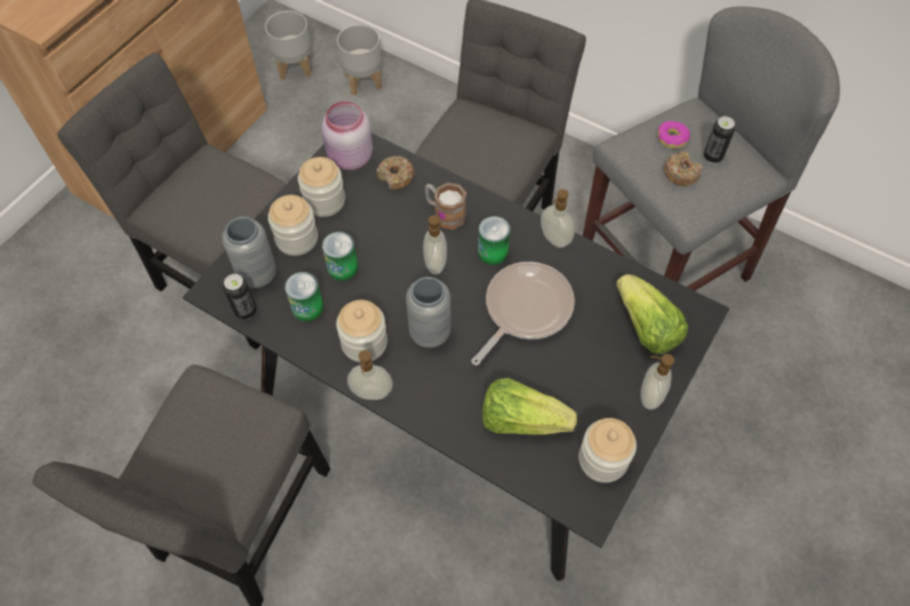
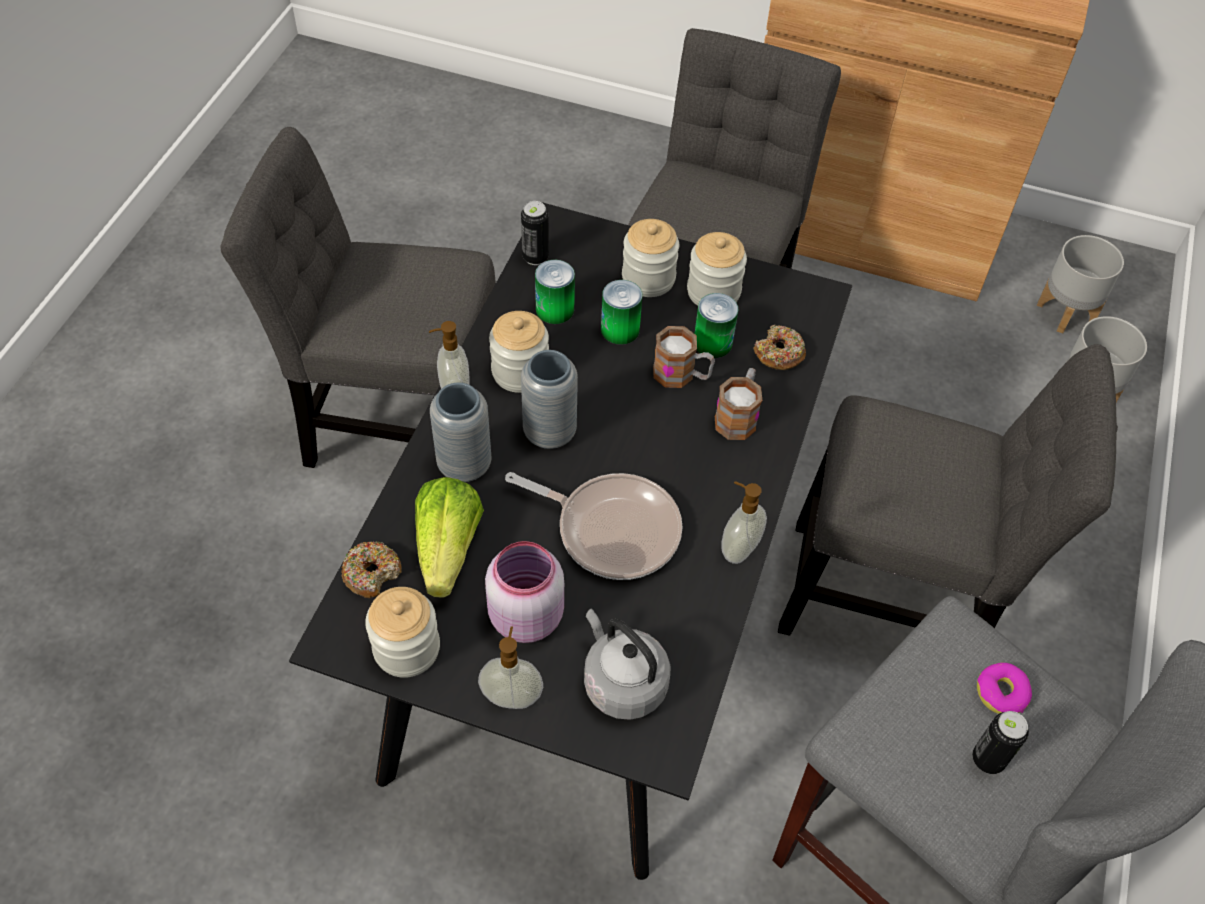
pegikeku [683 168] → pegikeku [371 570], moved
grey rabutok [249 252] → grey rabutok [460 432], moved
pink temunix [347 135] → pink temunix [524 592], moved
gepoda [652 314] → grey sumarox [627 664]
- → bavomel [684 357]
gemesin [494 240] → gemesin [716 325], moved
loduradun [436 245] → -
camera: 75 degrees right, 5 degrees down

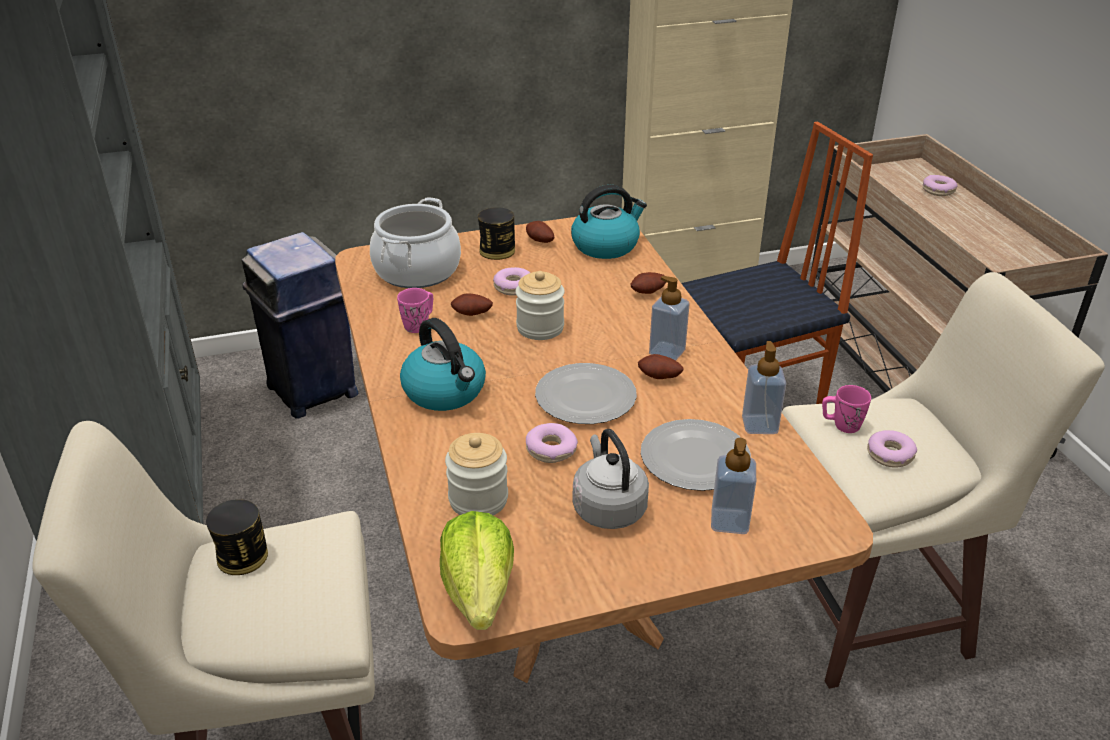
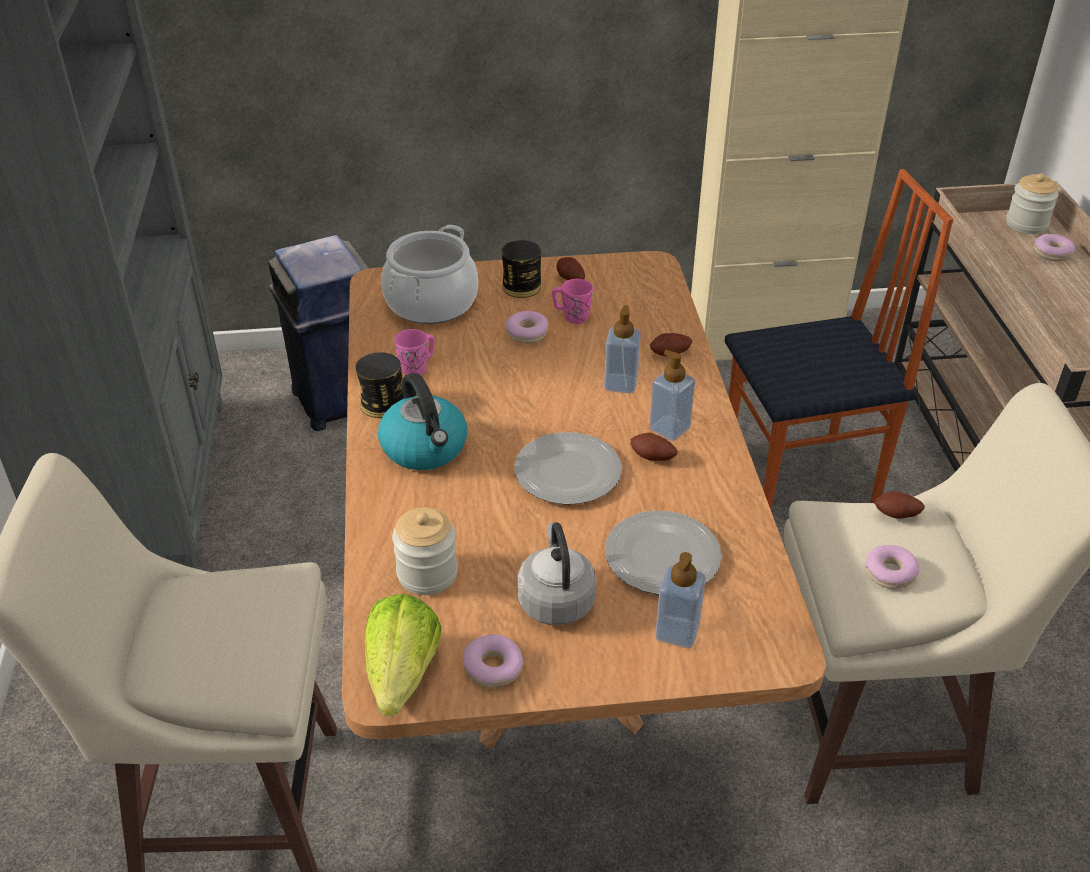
gemesin [237 537] → gemesin [380 385], moved
pegikeku [552 443] → pegikeku [493 661], moved
pink bavomel [846 409] → pink bavomel [572 301], moved
loduradun [764 387] → loduradun [622 349], moved
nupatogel [472 304] → nupatogel [900 505], moved
temunix [539 305] → temunix [1032 203], moved
sumarox [609 222] → -
camera: 10 degrees right, 5 degrees up

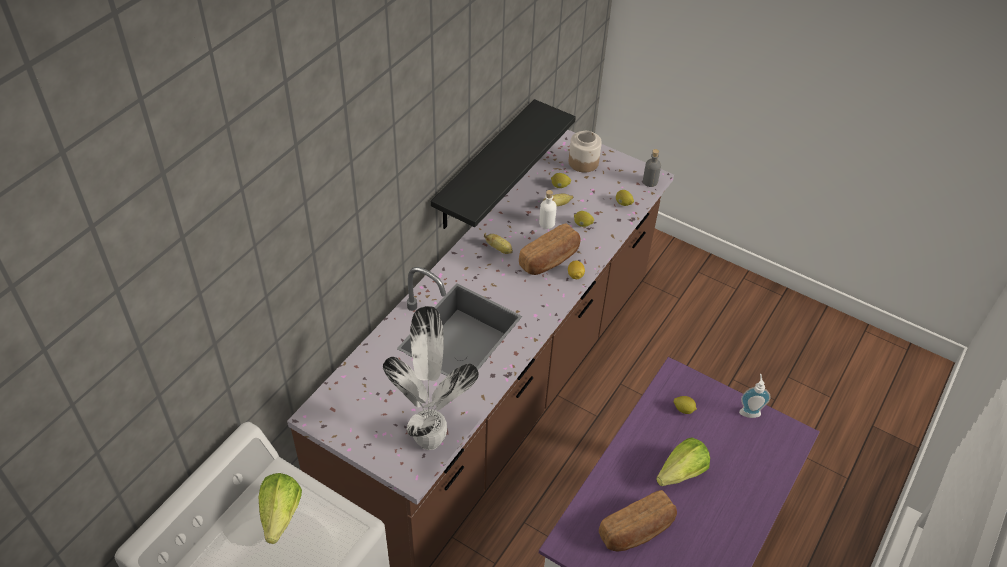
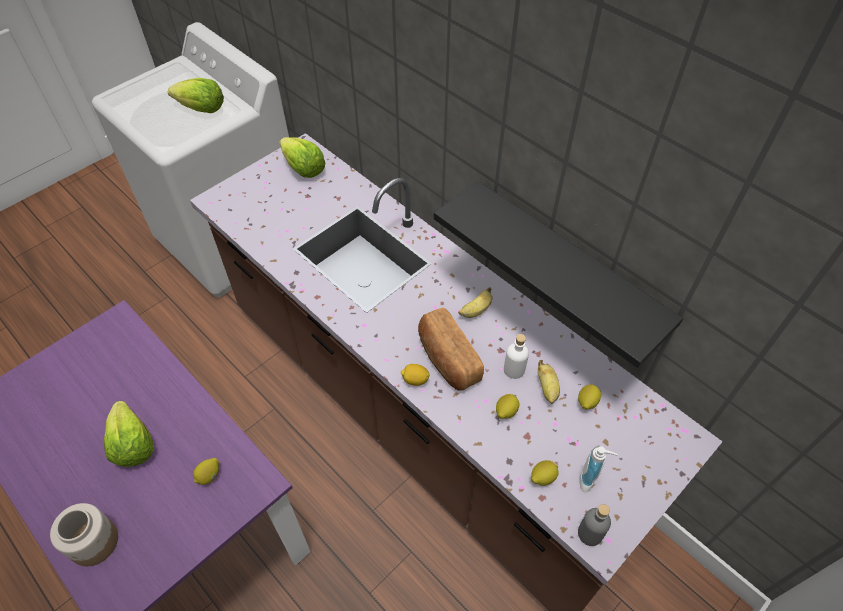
temunix [585 152] → temunix [84 534], moved
- → gepoda [302 157]
loduradun [755 396] → loduradun [598 469], moved
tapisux [431 378] → -
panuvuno [638 521] → -
camera: 105 degrees right, 5 degrees up

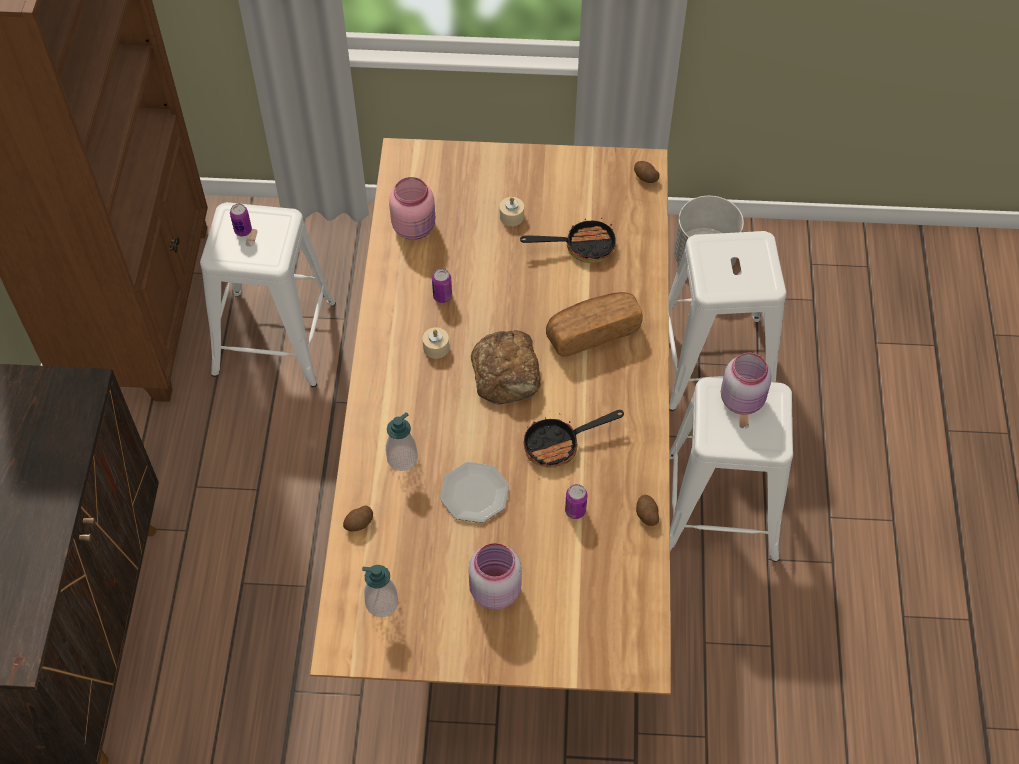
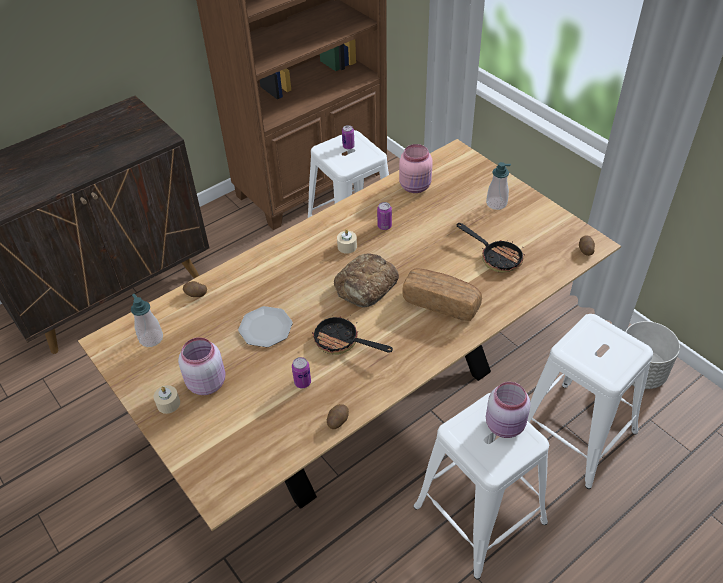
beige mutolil [512 211] → beige mutolil [166 399], moved
loduradun [402 441] → loduradun [498 186], moved
camera: 50 degrees right, 10 degrees down

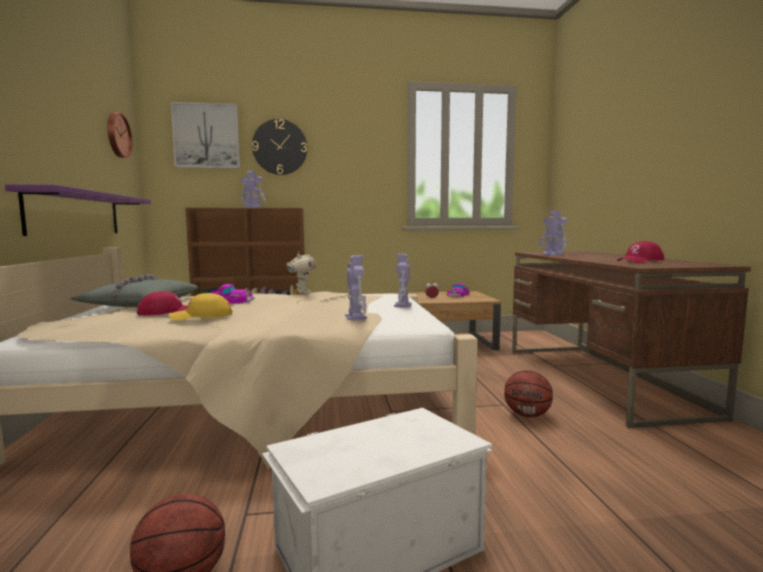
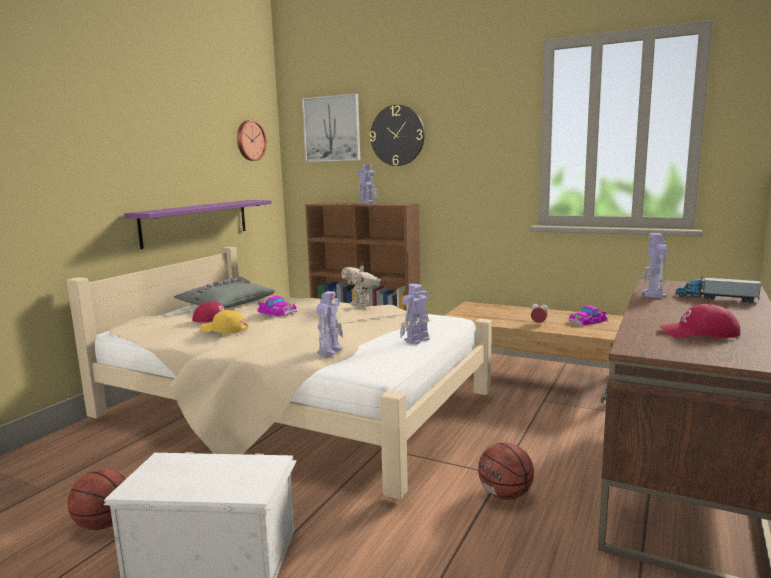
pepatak [301 272] → pepatak [361 285], 135 degrees clockwise
- → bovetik [718 289]
camera: 35 degrees right, 5 degrees up

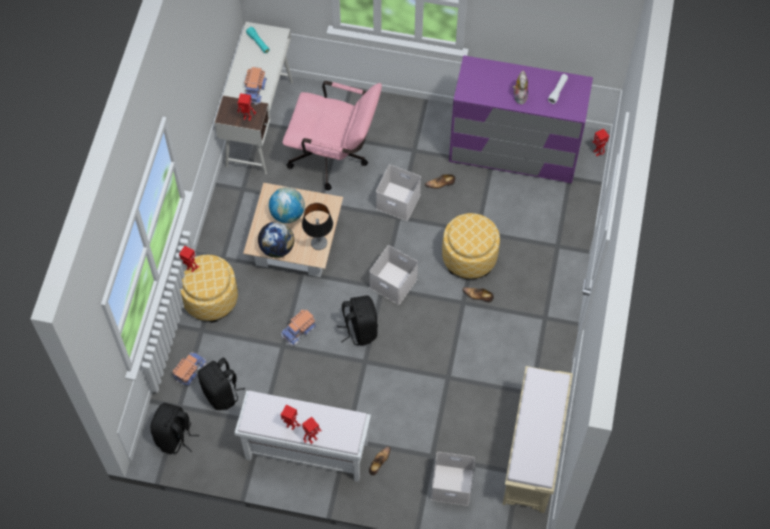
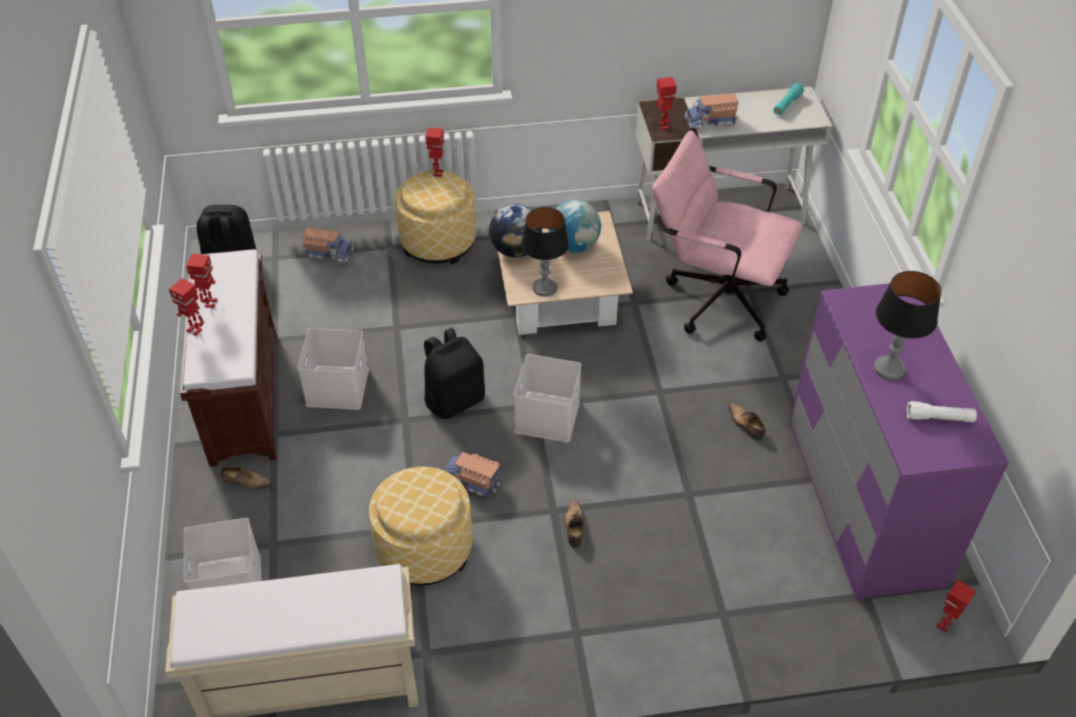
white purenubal [303 436] → brown purenubal [228 358]
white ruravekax [398 193] → white ruravekax [333 369], moved
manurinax [471 246] → manurinax [420 526], moved
bovetik [298 327] → bovetik [472 475], moved
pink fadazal [332 135] → pink fadazal [727 235], 120 degrees clockwise
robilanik [520 88] → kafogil [907 325]
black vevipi [221 384] → -
camera: 70 degrees right, 15 degrees down

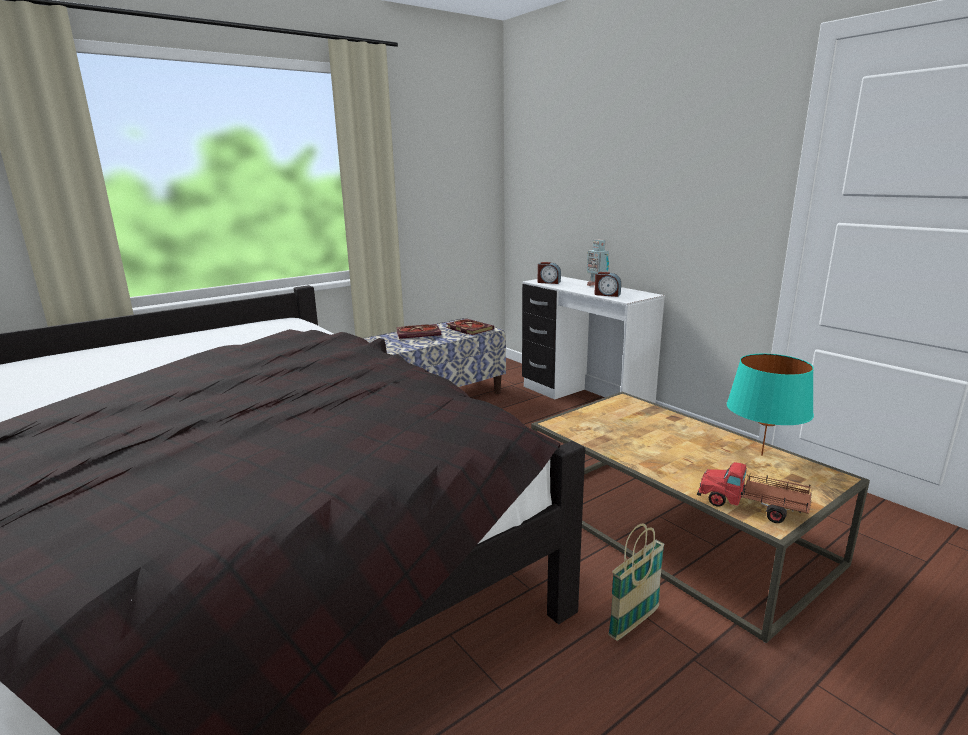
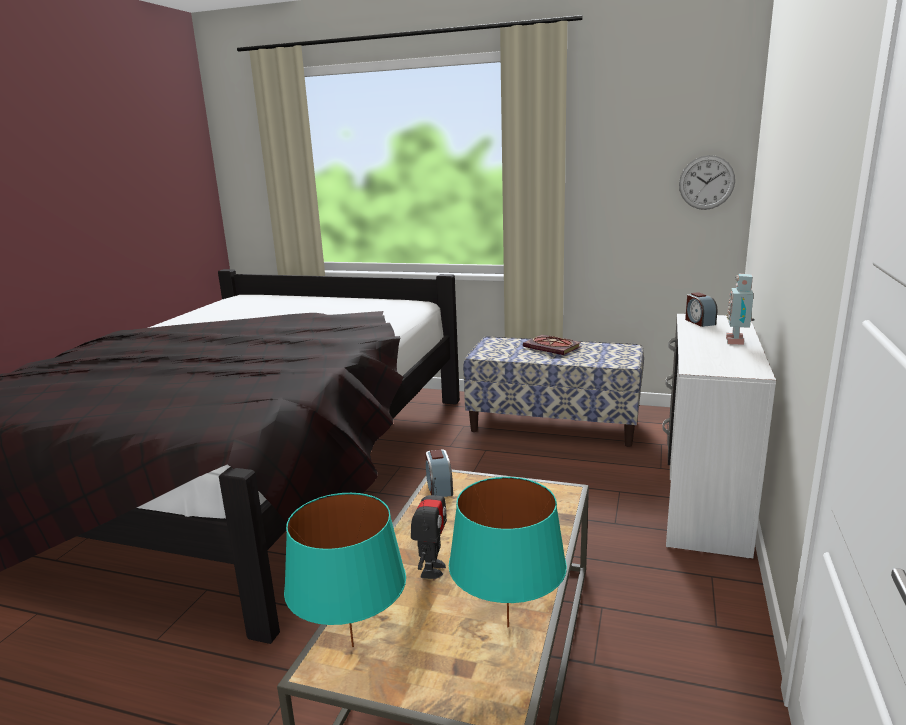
bovetik [754 492] → turquoise kafogil [345 570]
- → pepatak [429 528]
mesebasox [608 284] → mesebasox [439 473], moved
- → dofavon [707 182]
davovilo [470 327] → -
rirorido [636 582] → -
camera: 55 degrees right, 0 degrees up

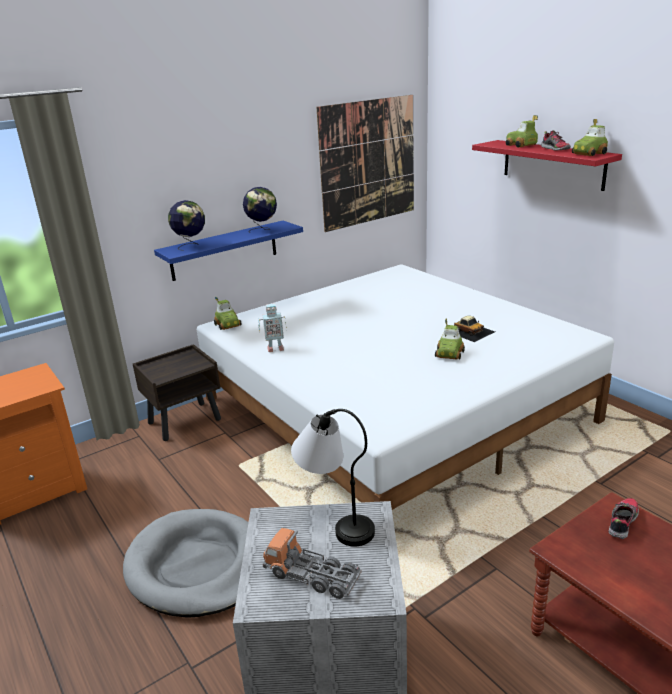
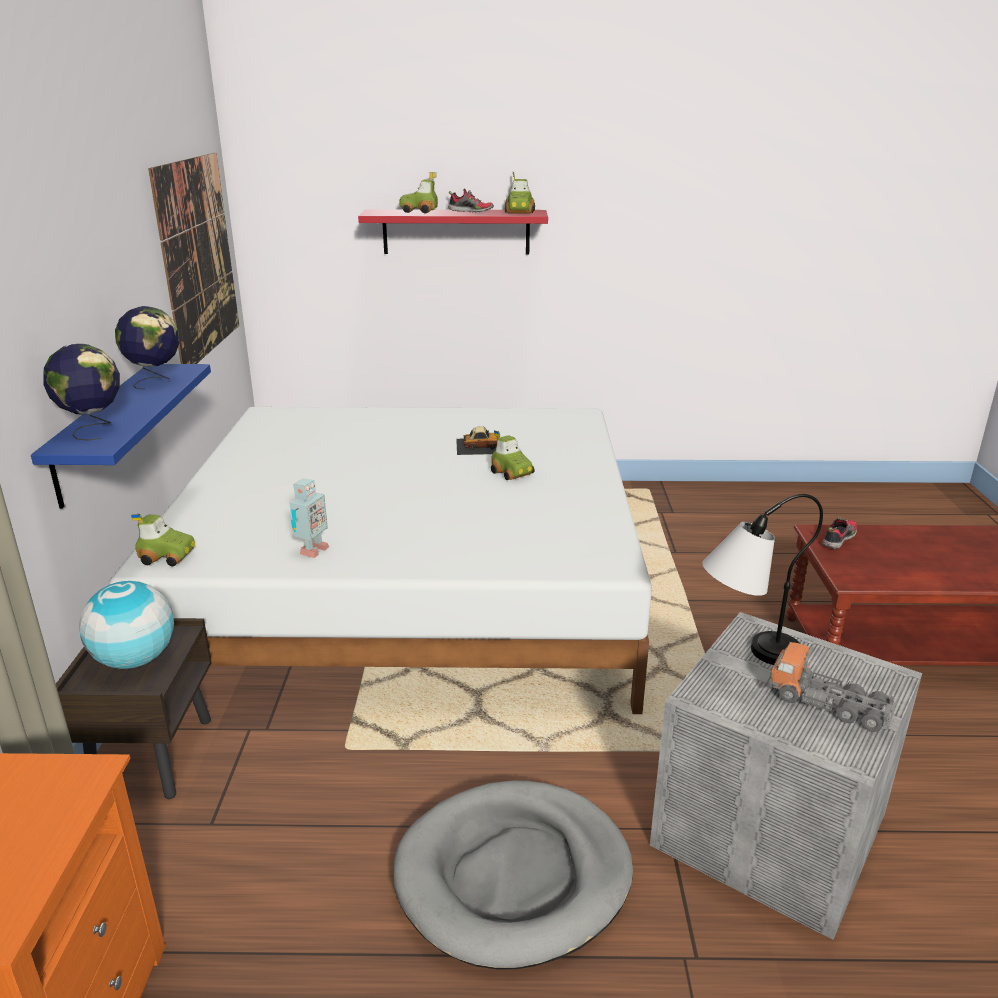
- → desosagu [126 625]
bovetik [312 563] → bovetik [831 687], 60 degrees clockwise
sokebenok [624 518] → sokebenok [839 533], 60 degrees clockwise
camera: 55 degrees left, 0 degrees up

